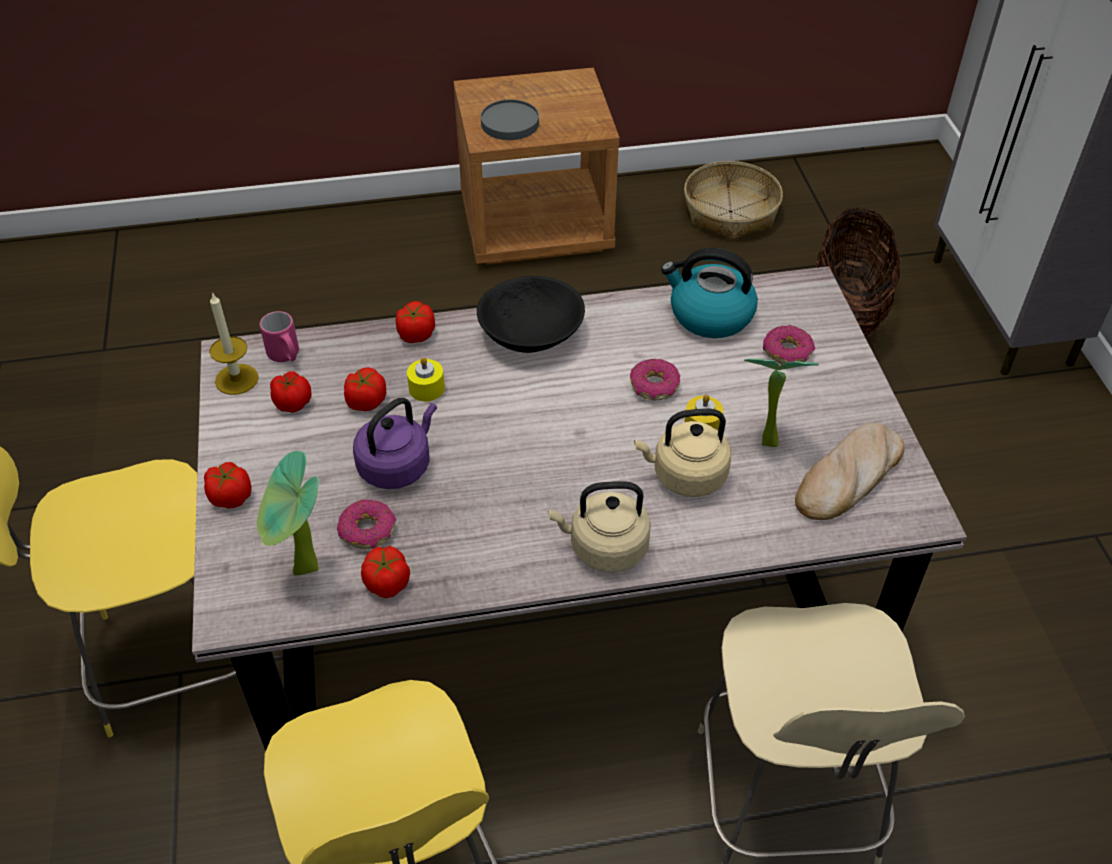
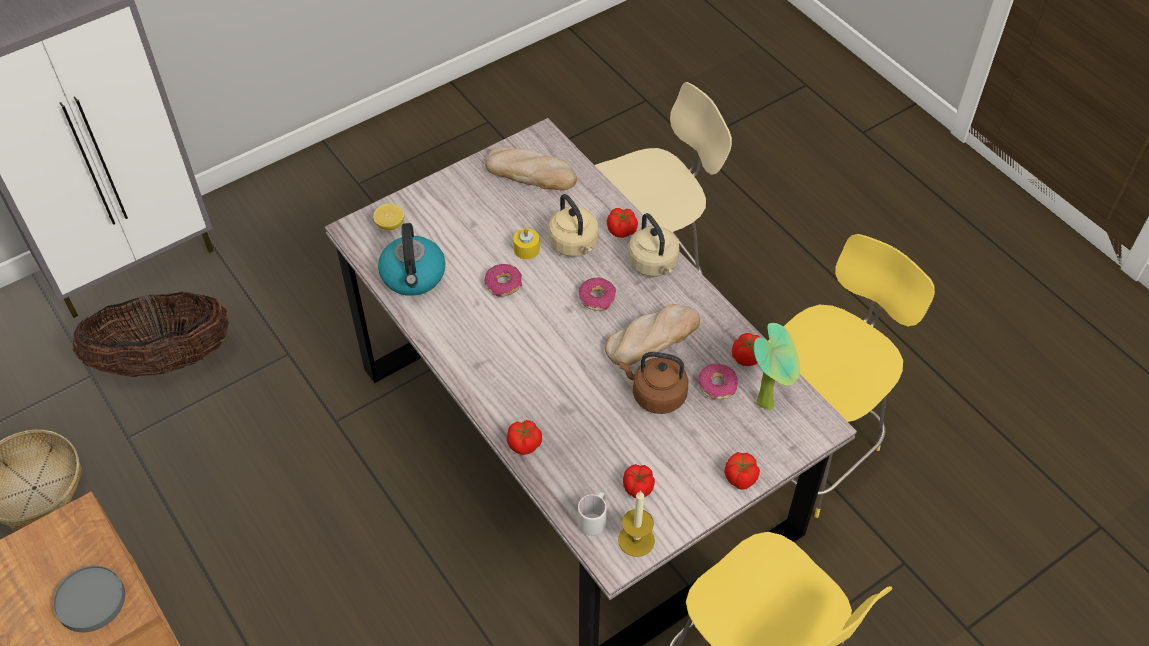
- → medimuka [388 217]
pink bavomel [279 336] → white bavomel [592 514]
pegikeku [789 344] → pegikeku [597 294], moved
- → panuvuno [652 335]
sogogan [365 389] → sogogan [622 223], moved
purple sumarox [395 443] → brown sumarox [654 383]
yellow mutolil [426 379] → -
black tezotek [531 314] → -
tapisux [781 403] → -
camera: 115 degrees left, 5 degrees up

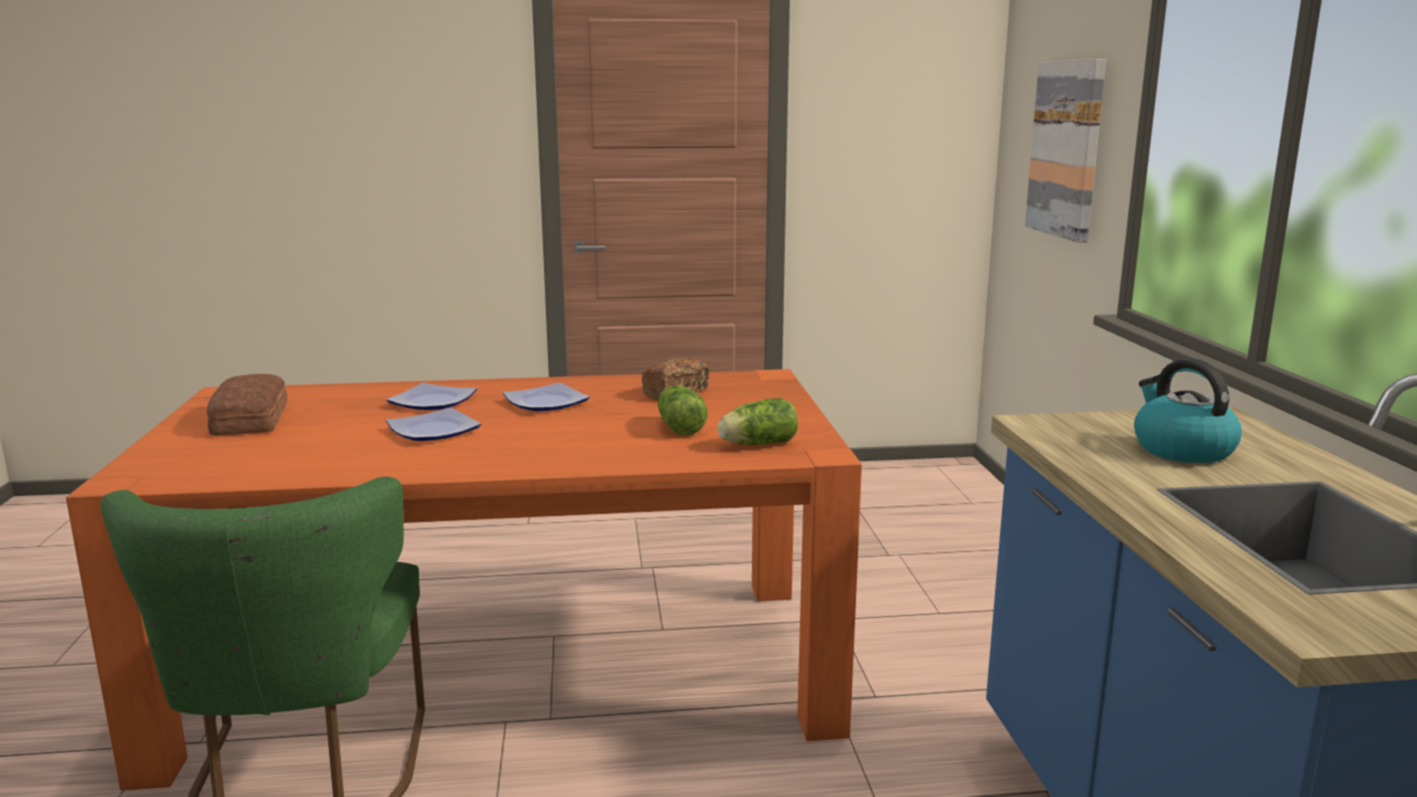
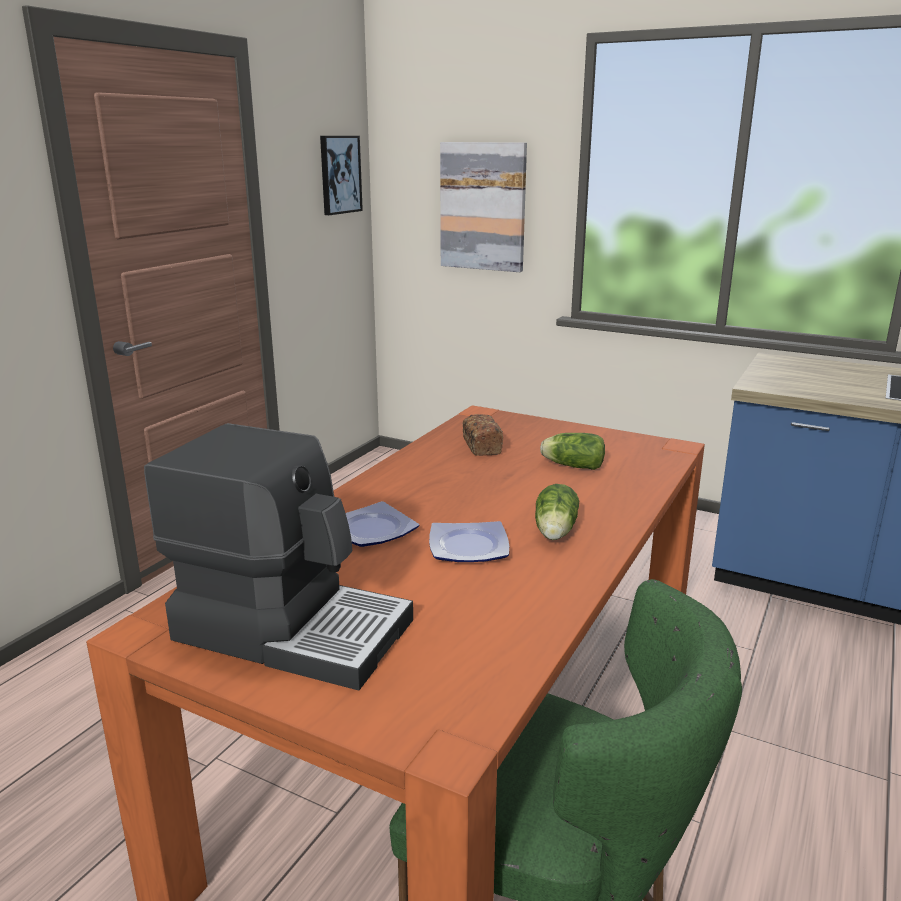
panuvuno [247 405] → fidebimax [278 556]
- → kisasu [341 175]
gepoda [757 421] → gepoda [557 512], moved
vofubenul [546 397] → -
sumarox [1188 410] → -
camera: 55 degrees left, 5 degrees up

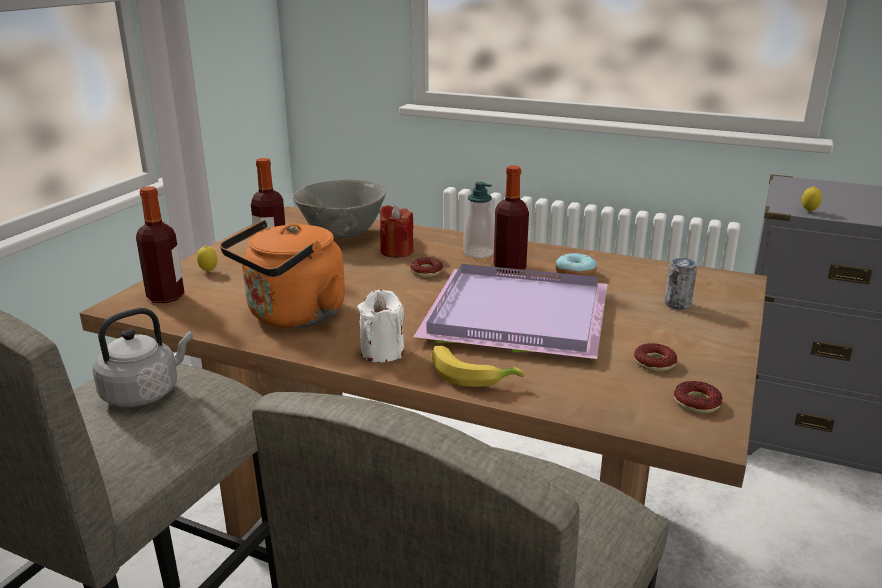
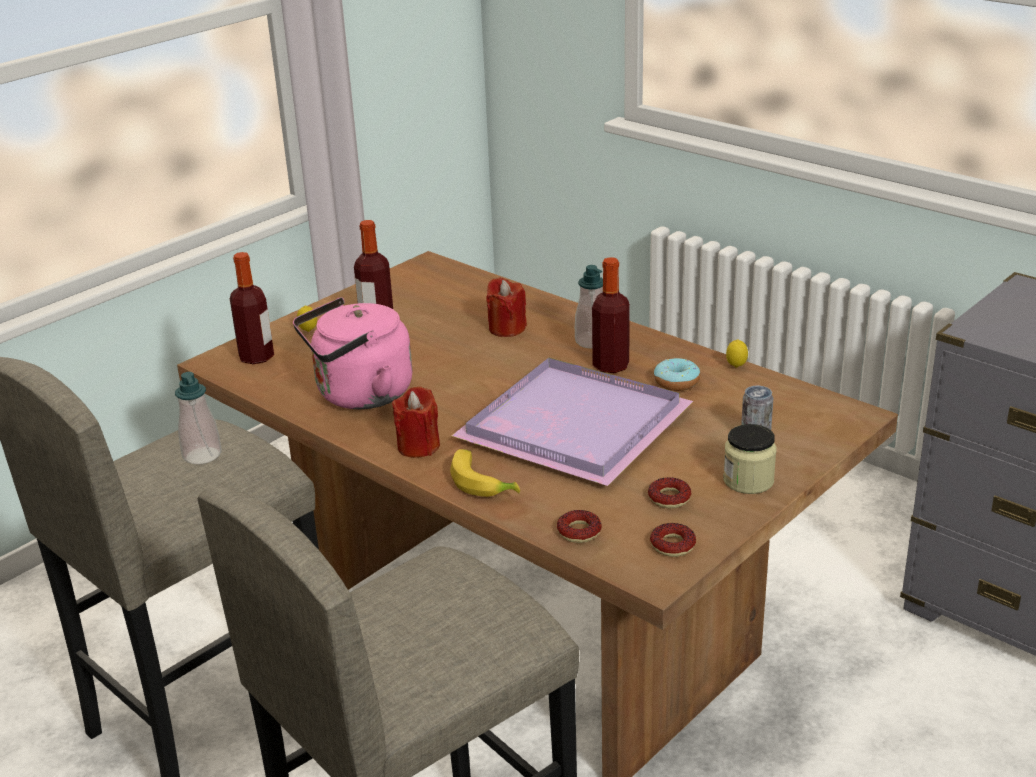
grey sumarox [143 357] → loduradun [198 418]
orange sumarox [282 274] → pink sumarox [353 353]
white mutolil [381 326] → red mutolil [416 422]
pegikeku [426 267] → pegikeku [579 526], moved
- → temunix [750 459]
medimuka [812 199] → medimuka [737 354], moved
grey tezotek [339 209] → -
camera: 20 degrees right, 5 degrees up

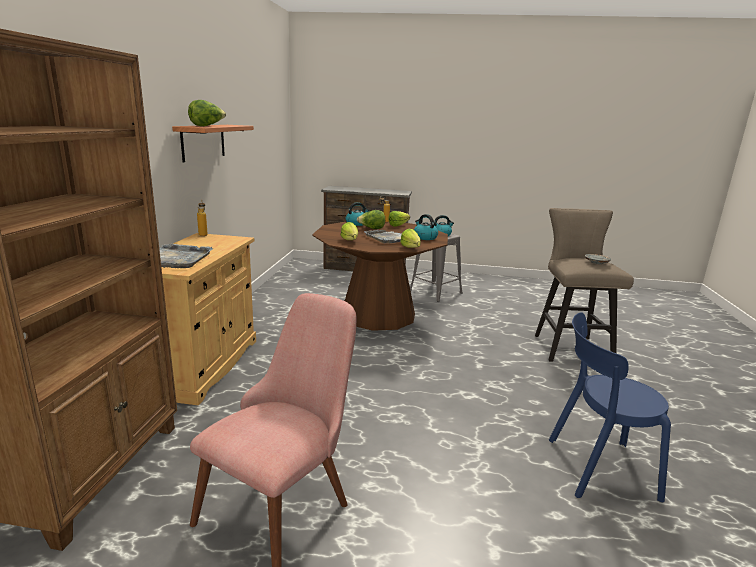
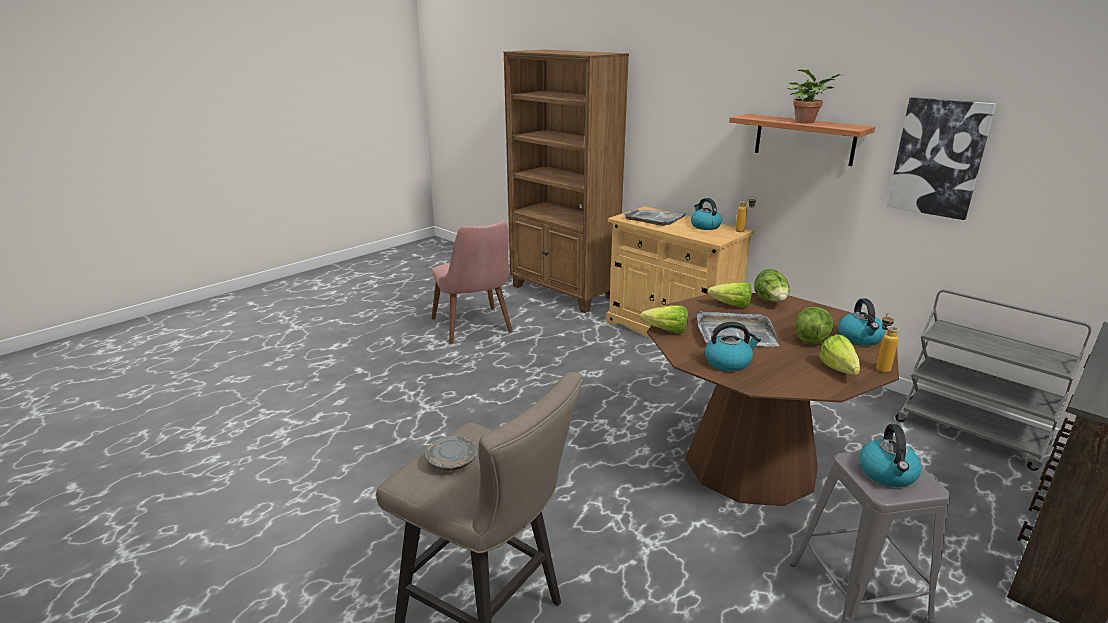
- → sumarox [706 214]
gepoda [207 113] → gepoda [771 285], moved
- → tapisux [815 96]
- → kisasu [941 158]
- → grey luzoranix [993 380]
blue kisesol [610 407] → -
camera: 125 degrees right, 5 degrees up

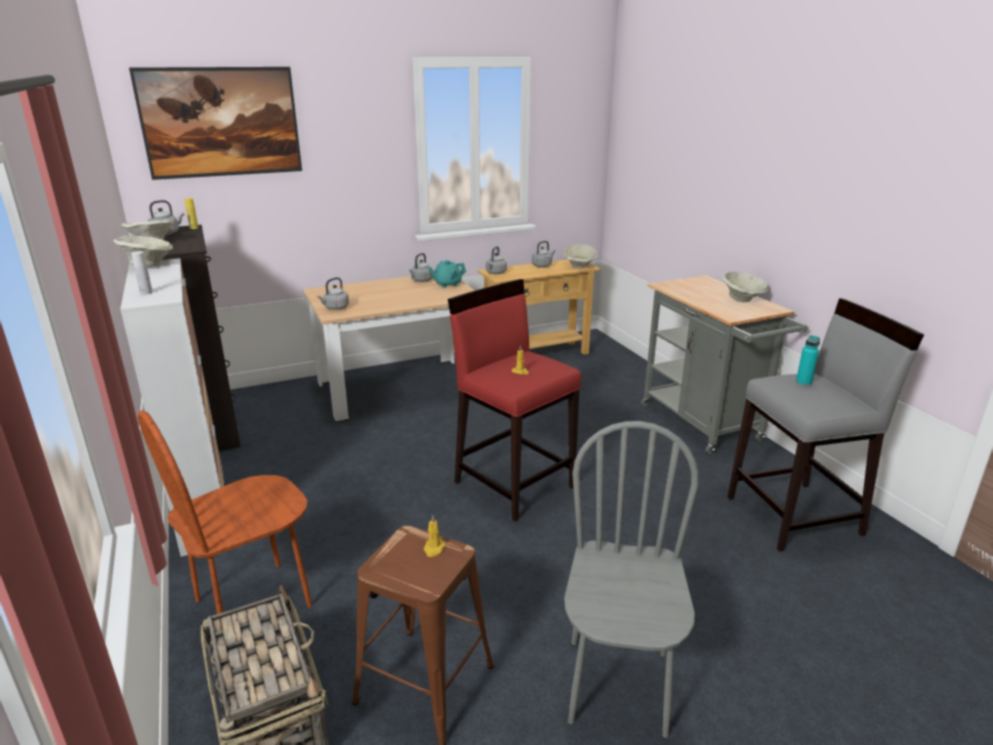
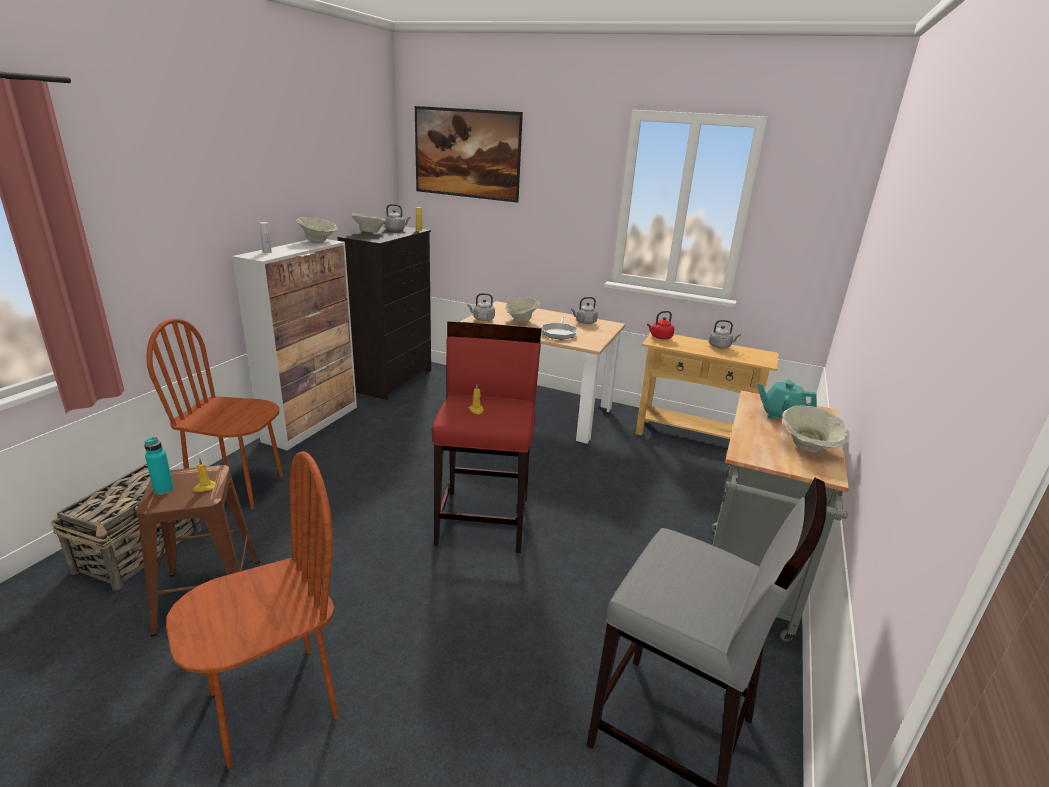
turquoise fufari [808 360] → turquoise fufari [159 466], moved
grey kisesol [631 579] → brown kisesol [252 609]
beige tezotek [580 256] → beige tezotek [522 309], moved
- → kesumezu [559 328]
grey sumarox [496 260] → red sumarox [660 325]
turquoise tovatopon [447 274] → turquoise tovatopon [787 399], moved
camera: 45 degrees right, 0 degrees up

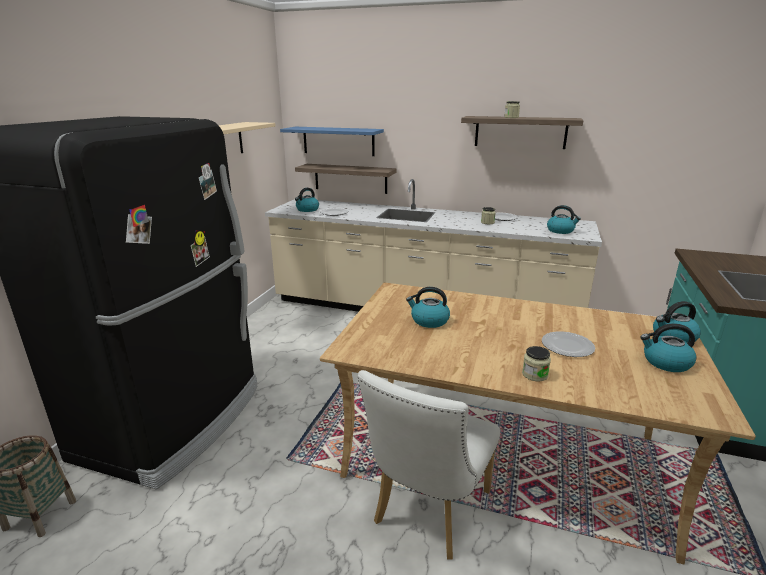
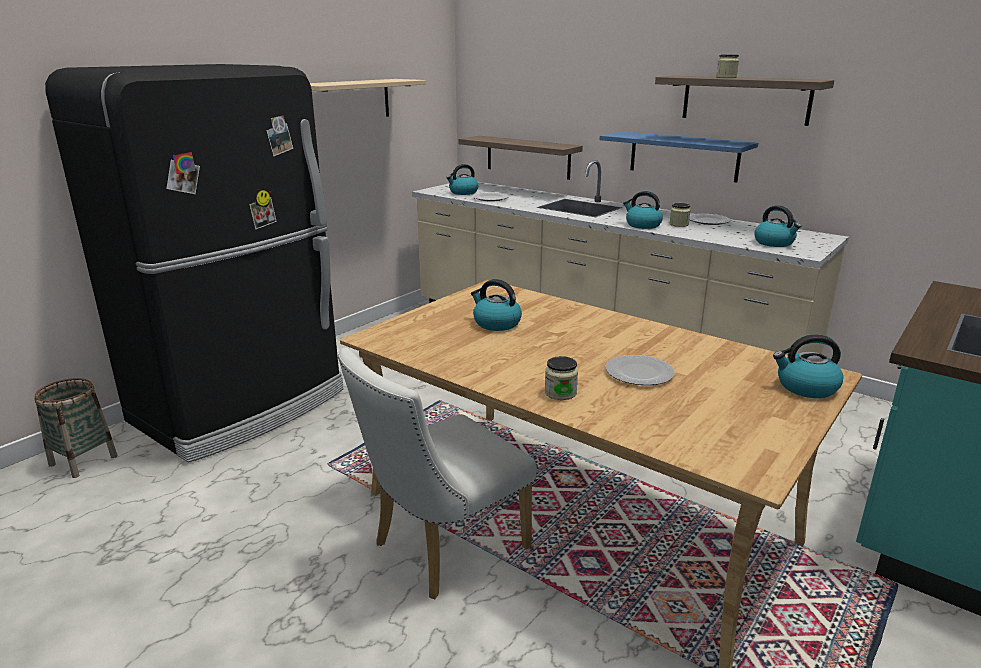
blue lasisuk [332 141] → blue lasisuk [679 157], moved
sumarox [668 347] → sumarox [643 210], moved
camera: 20 degrees right, 0 degrees up

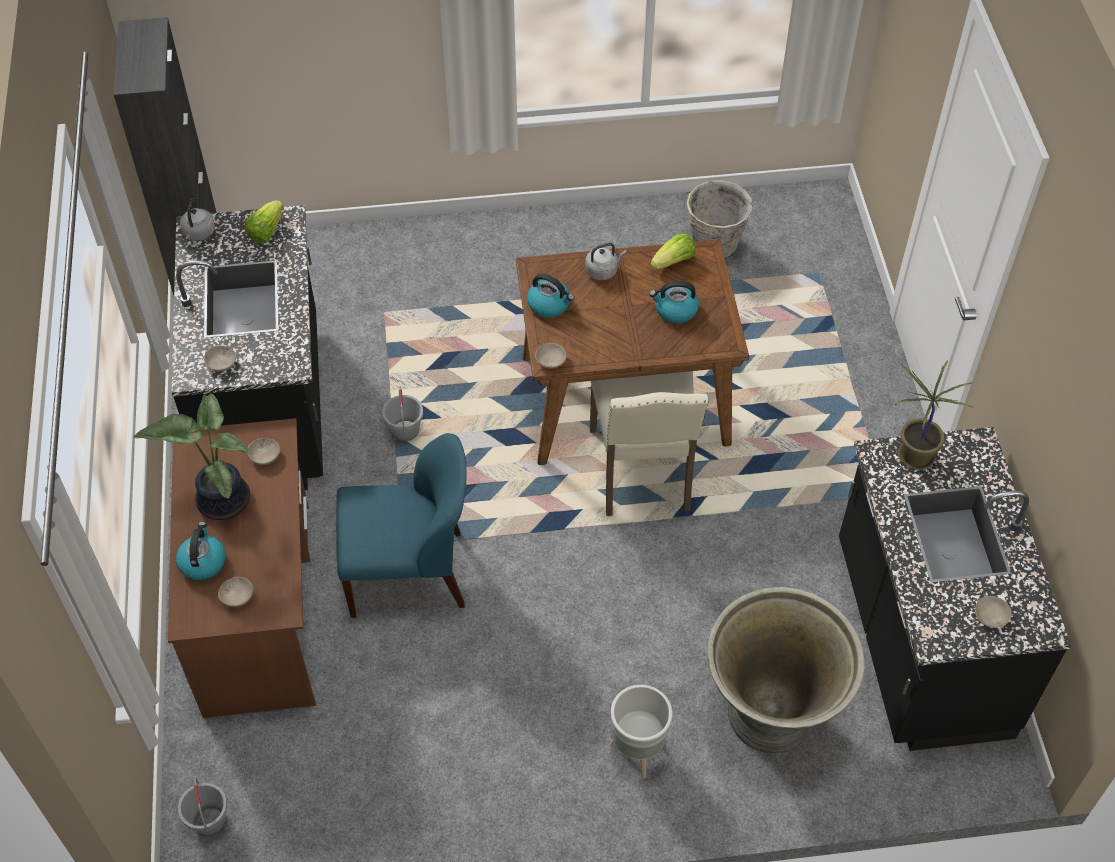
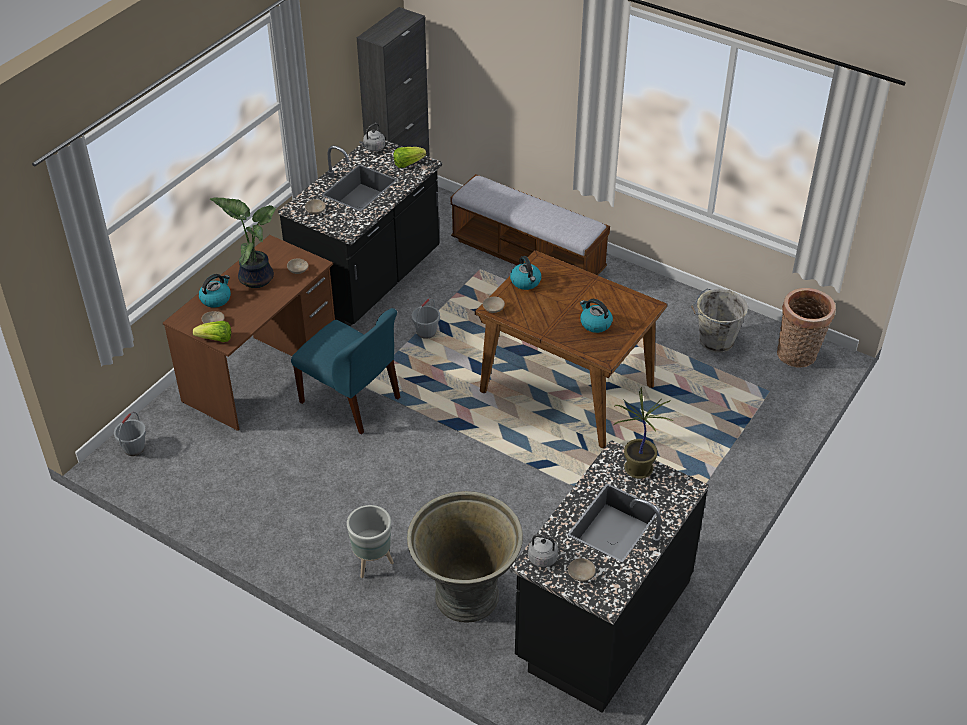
gepoda [673 251] → gepoda [212 331], moved
- → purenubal [530 224]
grey sumarox [606 261] → grey sumarox [547 550], moved
- → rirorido [806 328]
beige kisesol [649 443] → -
camera: 40 degrees right, 10 degrees down

